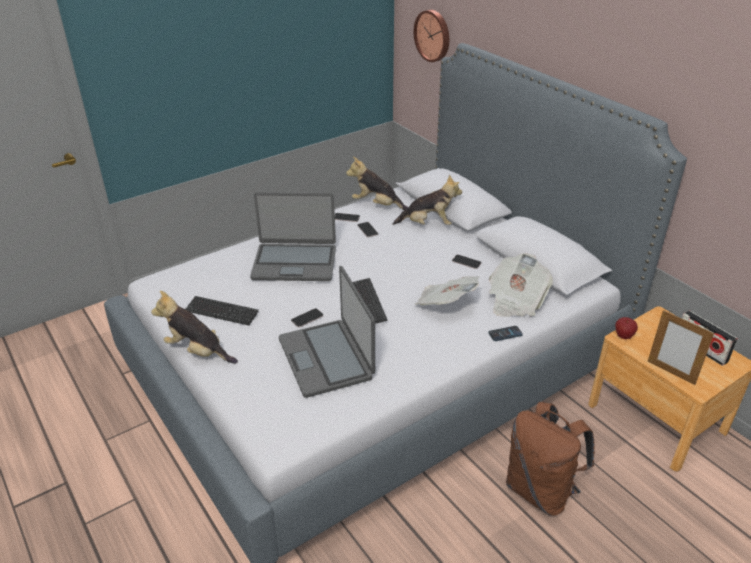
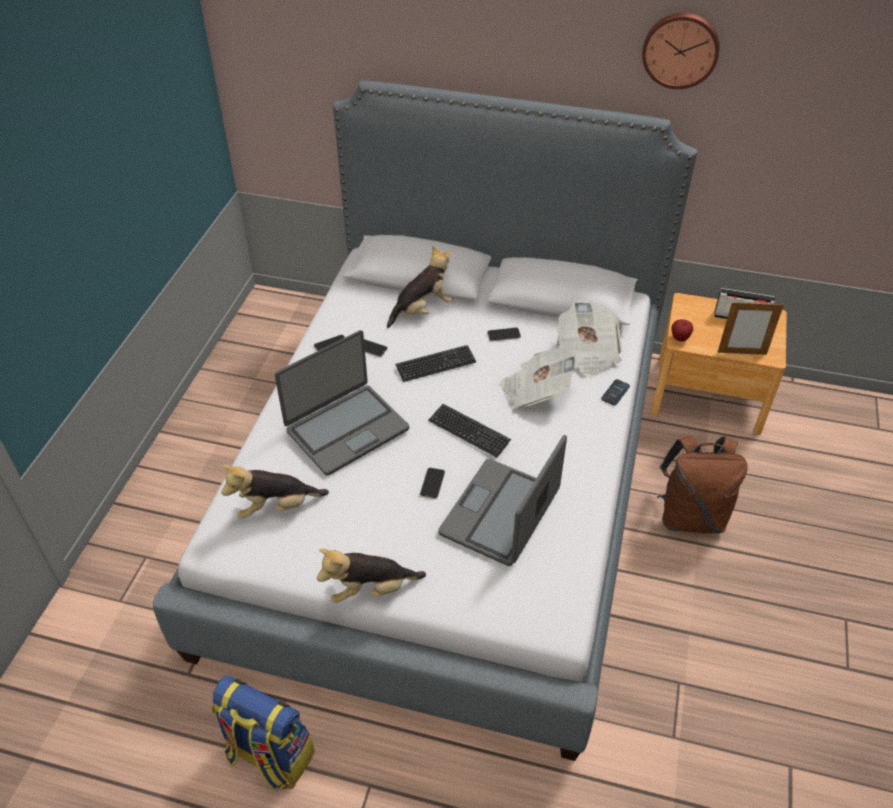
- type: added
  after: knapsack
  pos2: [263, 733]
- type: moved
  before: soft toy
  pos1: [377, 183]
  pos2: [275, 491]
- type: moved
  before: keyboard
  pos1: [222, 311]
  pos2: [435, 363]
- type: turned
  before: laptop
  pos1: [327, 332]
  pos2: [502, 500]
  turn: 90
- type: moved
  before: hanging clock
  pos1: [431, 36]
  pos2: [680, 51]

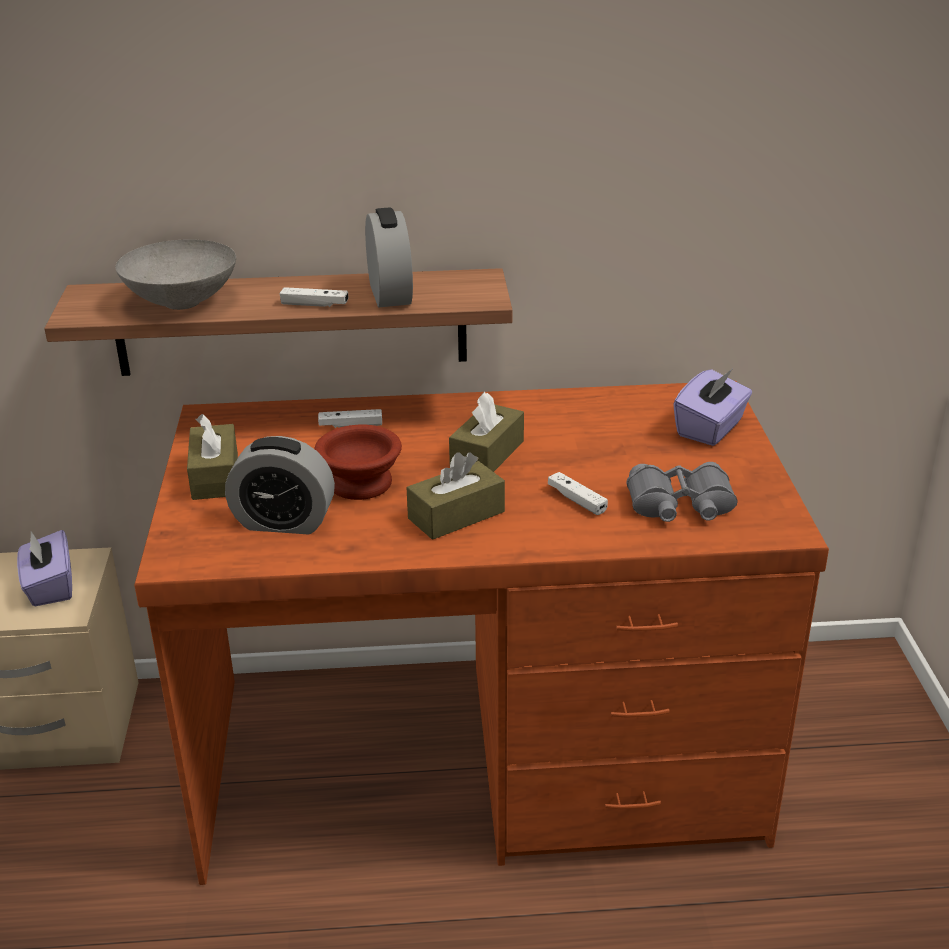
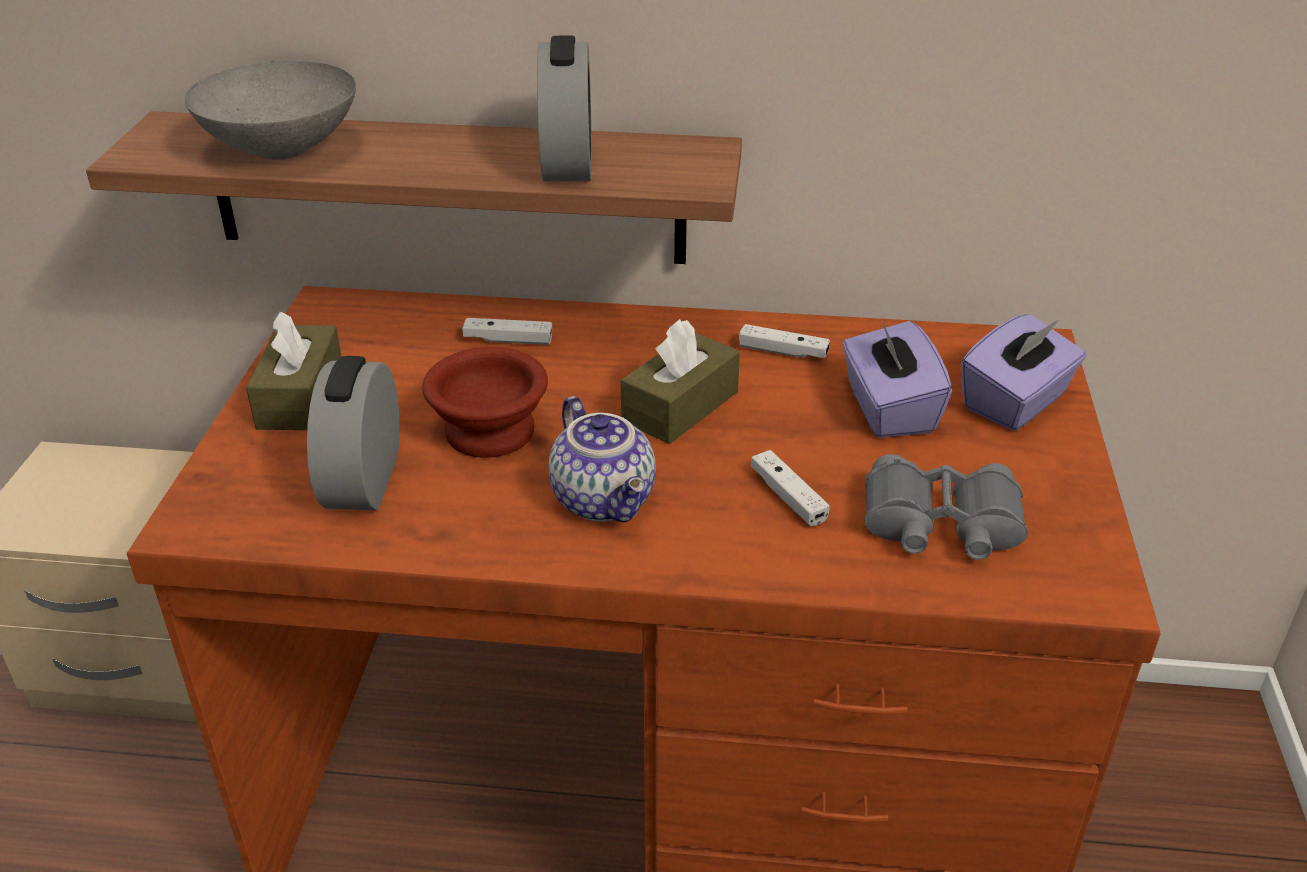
- type: turned
  before: table clock
  pos1: [280, 485]
  pos2: [353, 433]
  turn: 75
- type: replaced
  before: tissue box in brown
  after: tea pot
  pos1: [456, 496]
  pos2: [602, 459]
- type: moved
  before: joypad in whitish
  pos1: [314, 297]
  pos2: [784, 341]
- type: moved
  before: tissue box in purple
  pos1: [44, 568]
  pos2: [897, 377]

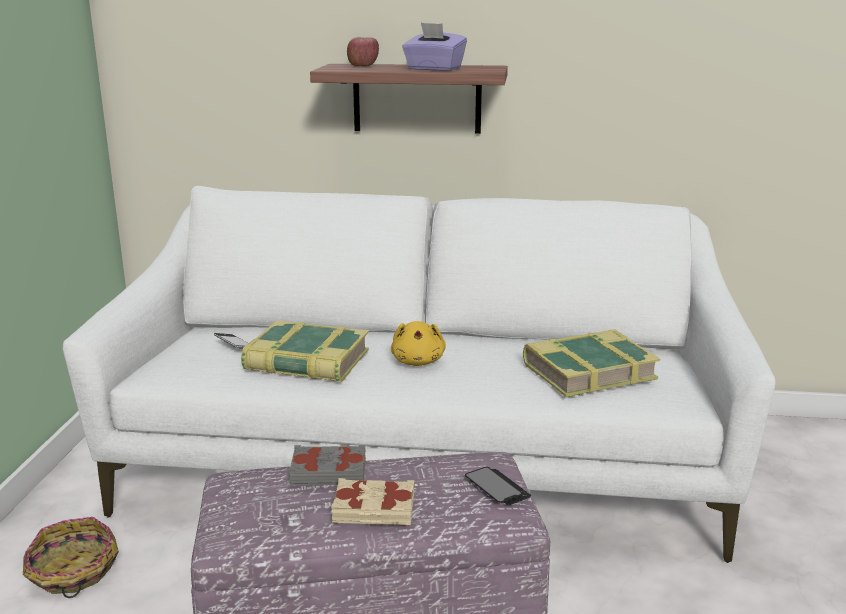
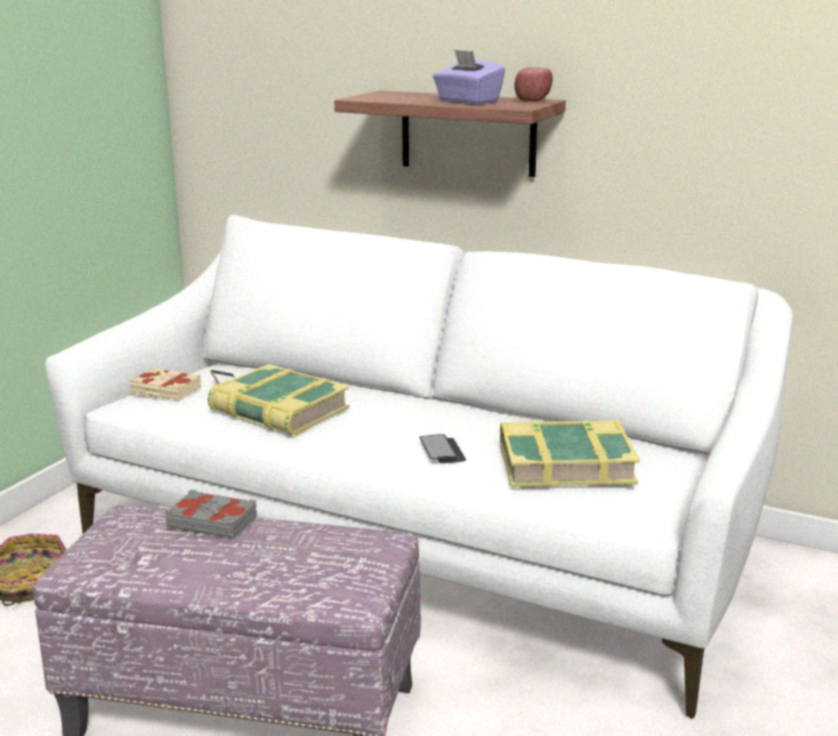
- type: moved
  before: book in beige-coloured
  pos1: [372, 501]
  pos2: [165, 384]
- type: moved
  before: handset
  pos1: [498, 486]
  pos2: [442, 448]
- type: moved
  before: apple fruit
  pos1: [363, 52]
  pos2: [533, 84]
- type: removed
  before: soft toy in yellow-coloured
  pos1: [418, 343]

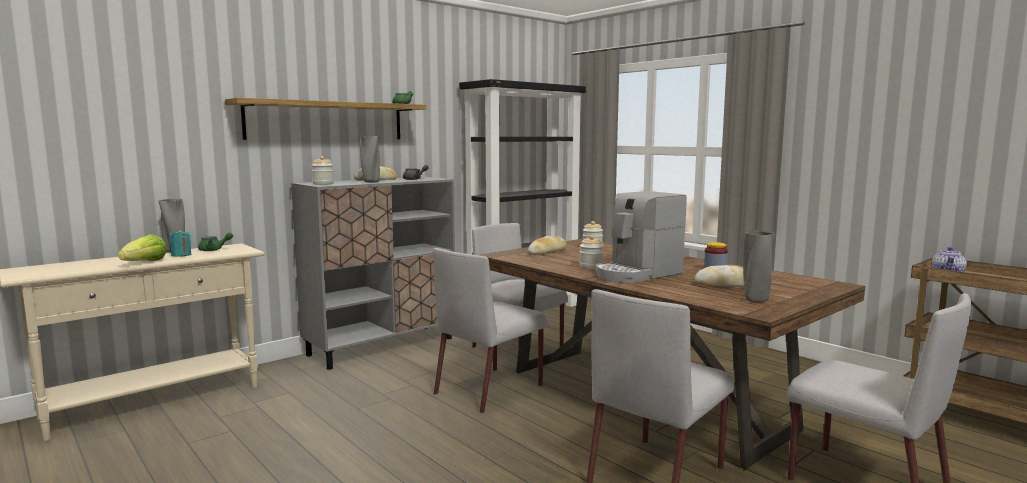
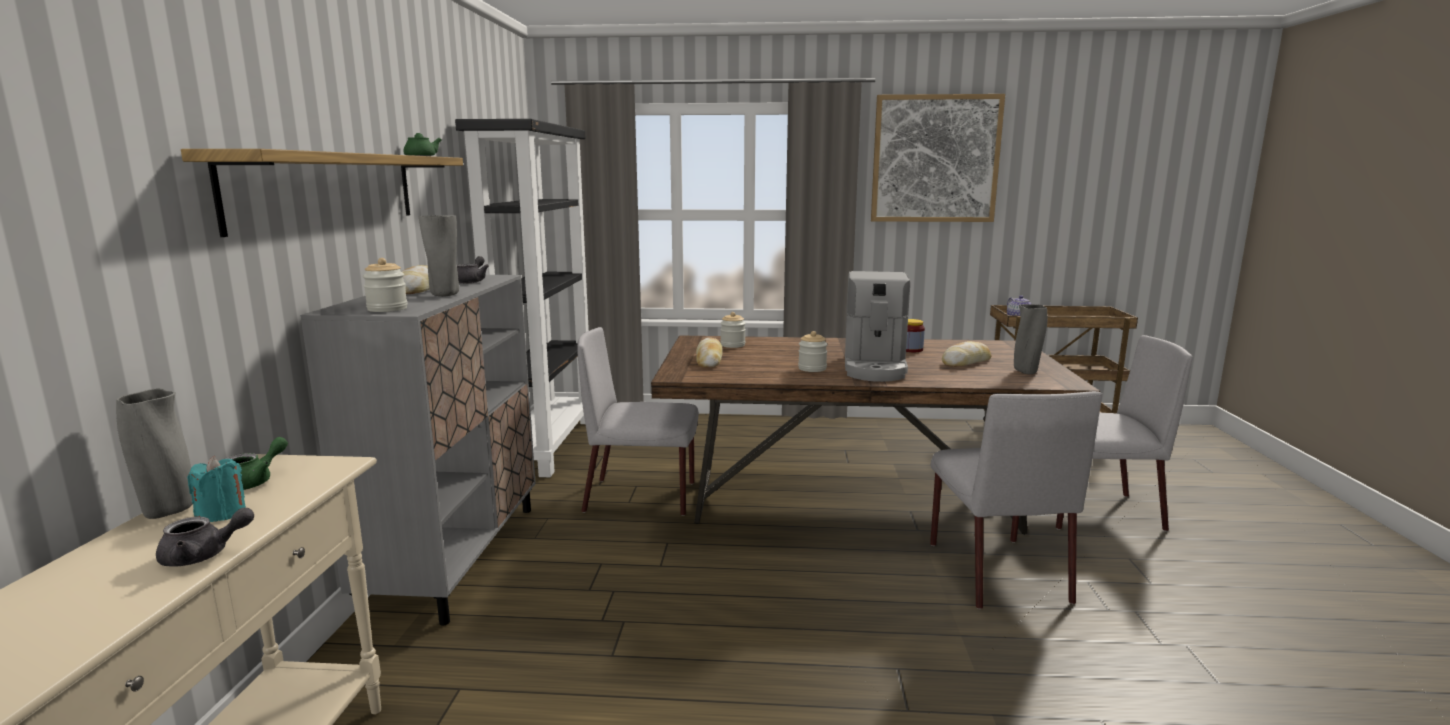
- type: replaced
  before: head of lettuce
  after: tea pot in greyish
  pos1: [142, 247]
  pos2: [205, 537]
- type: added
  after: wall art
  pos2: [938, 158]
- type: removed
  before: plain chair in greyish
  pos1: [490, 331]

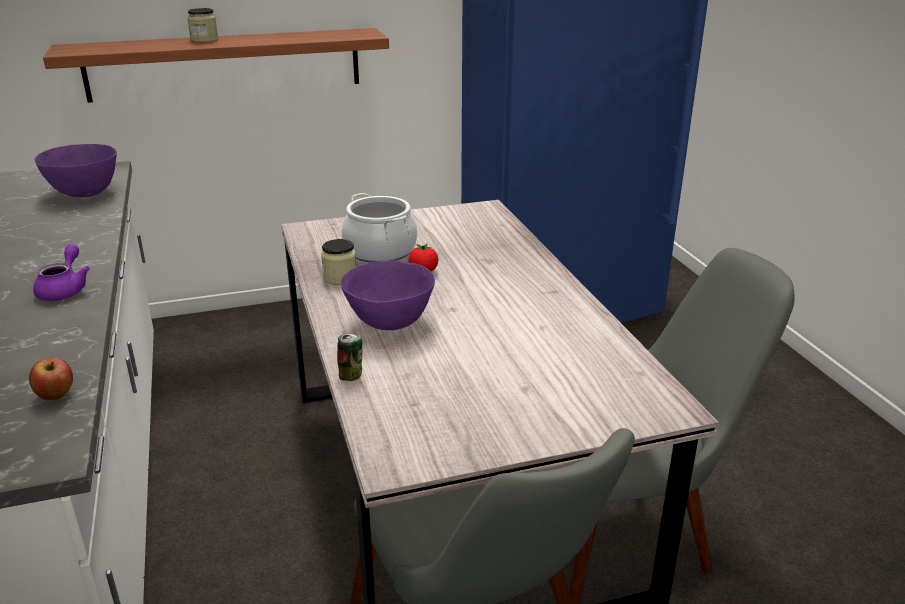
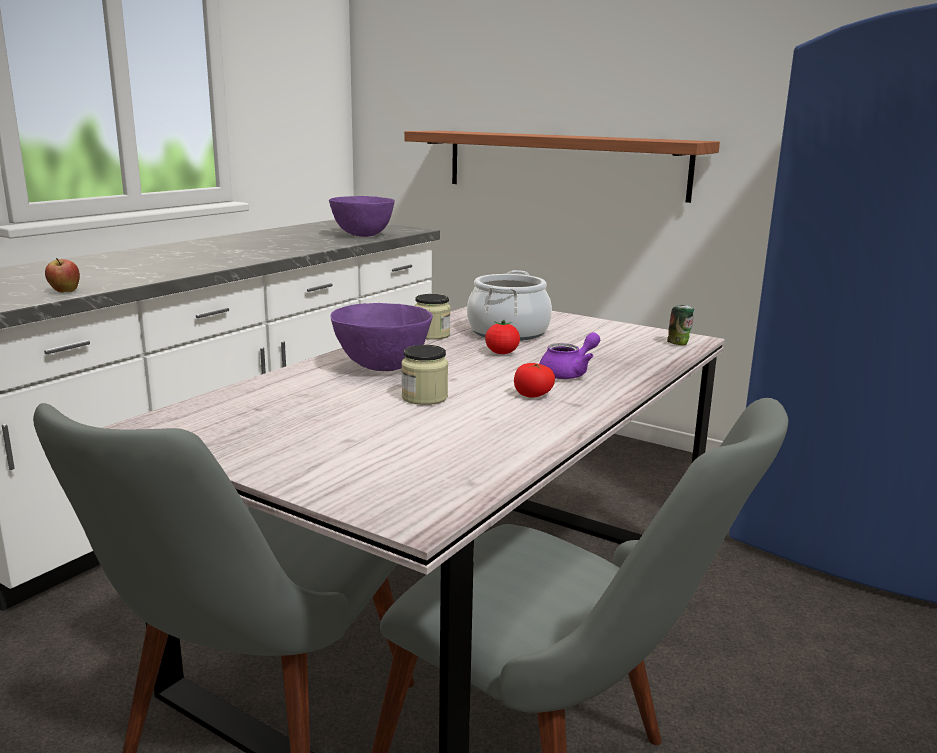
- type: moved
  before: storage jar
  pos1: [202, 25]
  pos2: [424, 375]
- type: added
  after: tomato
  pos2: [534, 380]
- type: moved
  before: tea pot in purple
  pos1: [61, 272]
  pos2: [569, 355]
- type: moved
  before: sealed can
  pos1: [350, 357]
  pos2: [680, 325]

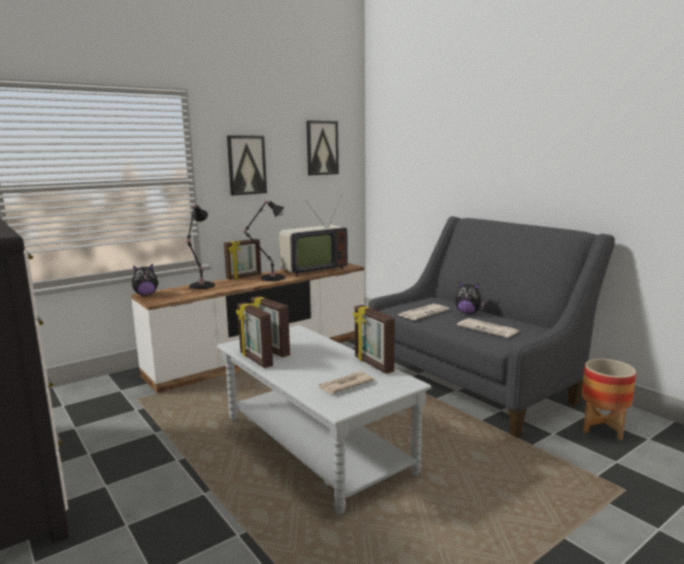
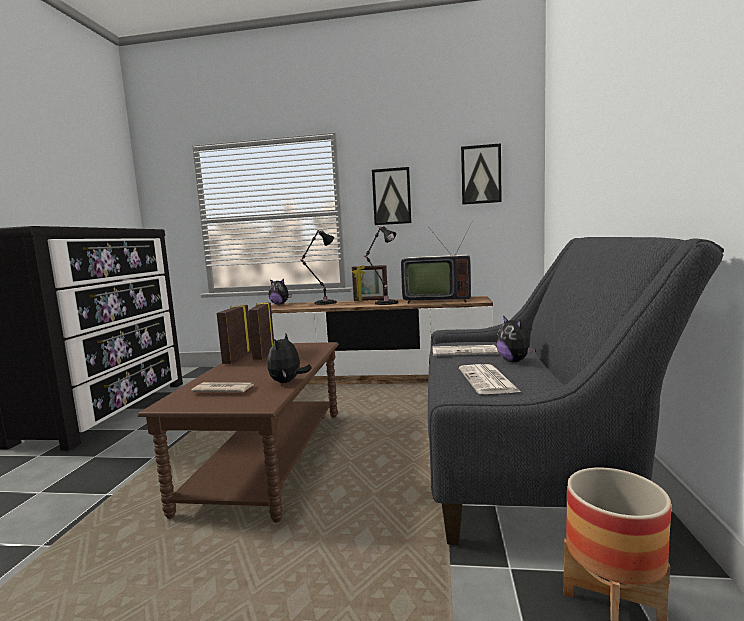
- type: recoloured
  before: lounge table in greyish
  after: lounge table in brown
  pos1: [324, 419]
  pos2: [238, 432]
- type: replaced
  before: picture frame
  after: soft toy
  pos1: [374, 339]
  pos2: [289, 358]

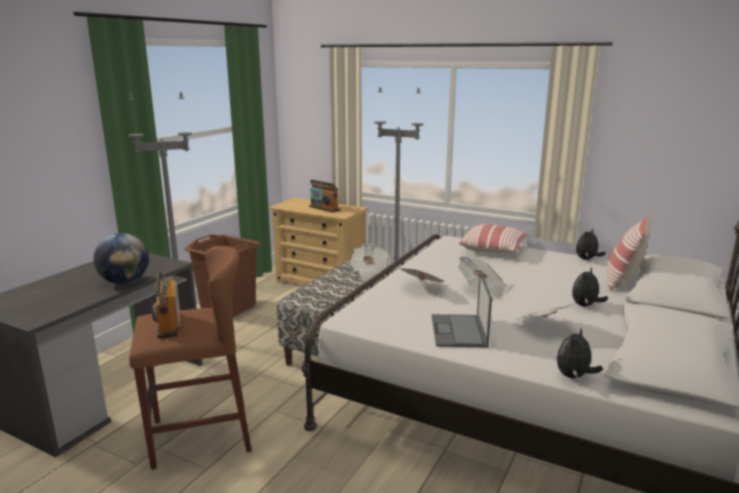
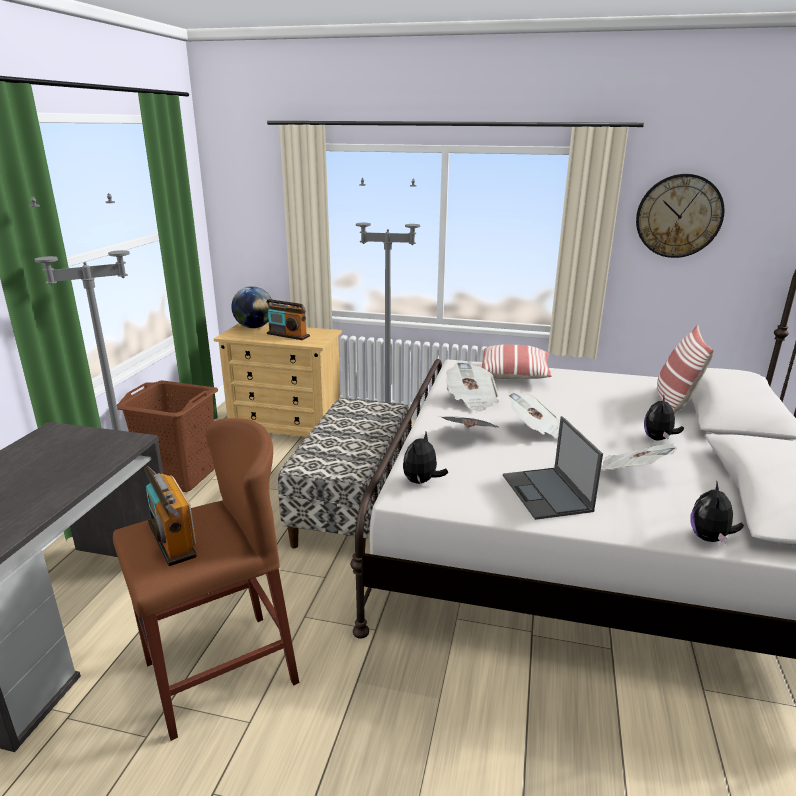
- type: moved
  before: globe
  pos1: [121, 258]
  pos2: [251, 307]
- type: moved
  before: soft toy
  pos1: [590, 244]
  pos2: [425, 458]
- type: moved
  before: newspaper
  pos1: [370, 263]
  pos2: [472, 387]
- type: added
  after: hanging clock
  pos2: [680, 216]

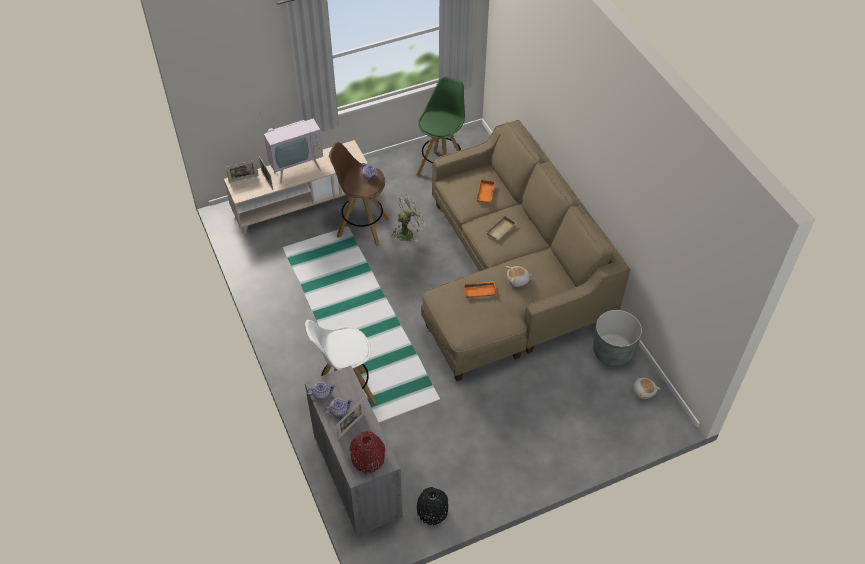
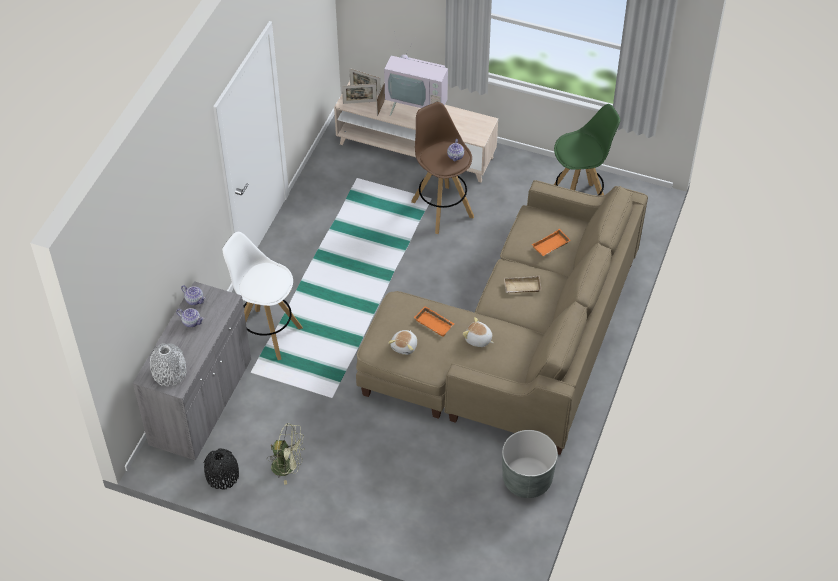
- type: recoloured
  before: decorative vase in reddish
  after: decorative vase in greyish
  pos1: [367, 452]
  pos2: [168, 364]
- type: moved
  before: electric fan in greenish
  pos1: [408, 218]
  pos2: [285, 454]
- type: moved
  before: picture frame
  pos1: [350, 419]
  pos2: [359, 94]
- type: moved
  before: soft toy
  pos1: [646, 388]
  pos2: [402, 342]

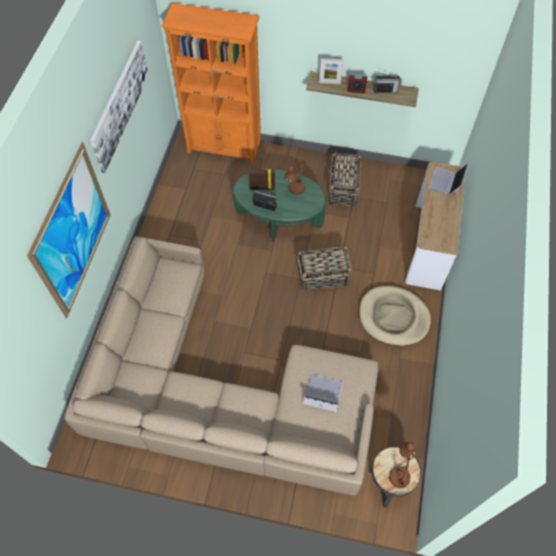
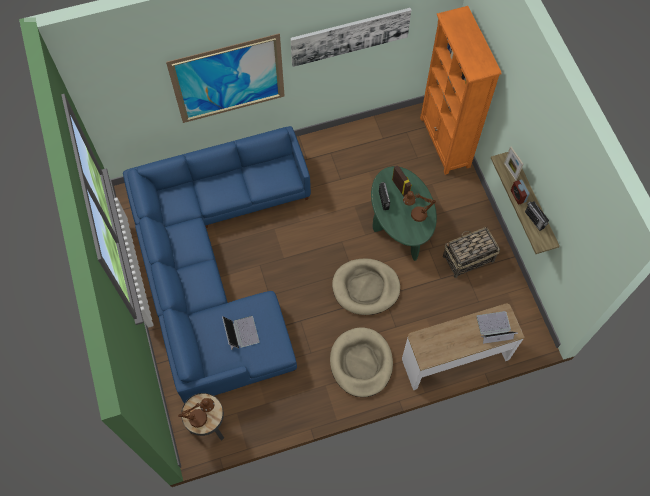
- type: recoloured
  before: sofa in beige-coloured
  after: sofa in blue-coloured
  pos1: [221, 366]
  pos2: [217, 264]
- type: replaced
  before: basket
  after: pet bed in beige-coloured
  pos1: [325, 269]
  pos2: [366, 287]

